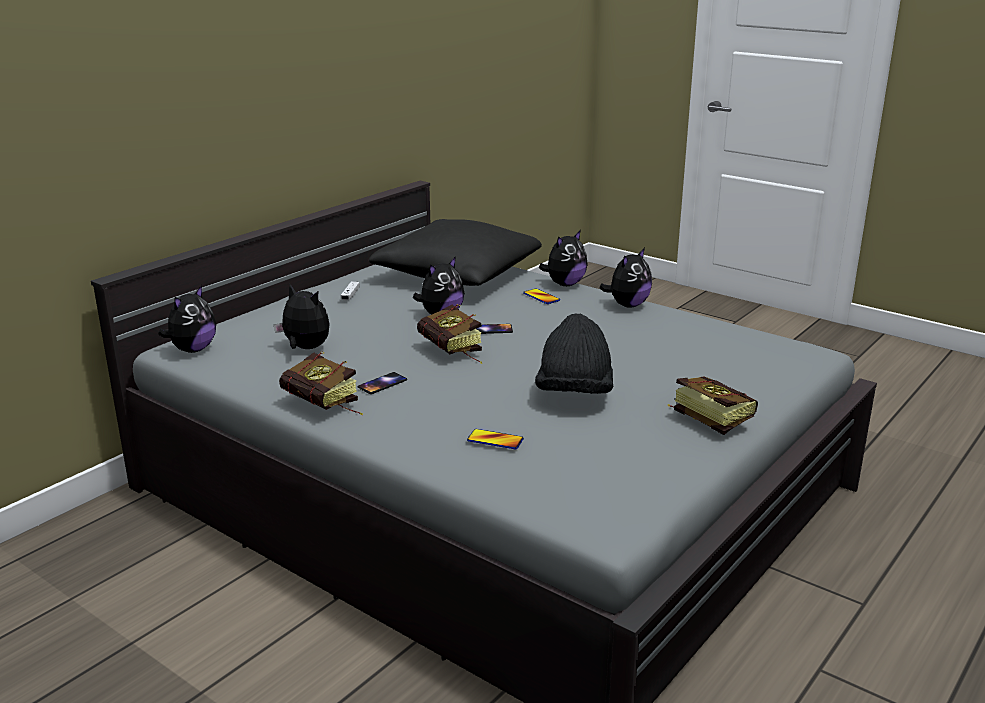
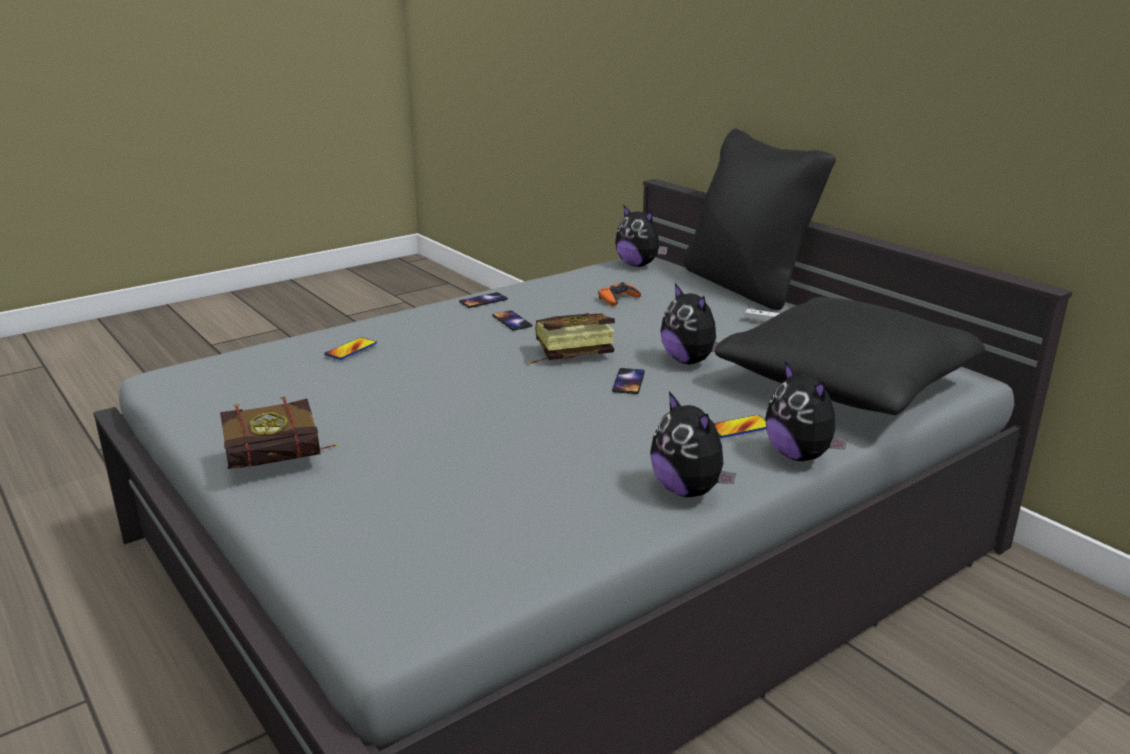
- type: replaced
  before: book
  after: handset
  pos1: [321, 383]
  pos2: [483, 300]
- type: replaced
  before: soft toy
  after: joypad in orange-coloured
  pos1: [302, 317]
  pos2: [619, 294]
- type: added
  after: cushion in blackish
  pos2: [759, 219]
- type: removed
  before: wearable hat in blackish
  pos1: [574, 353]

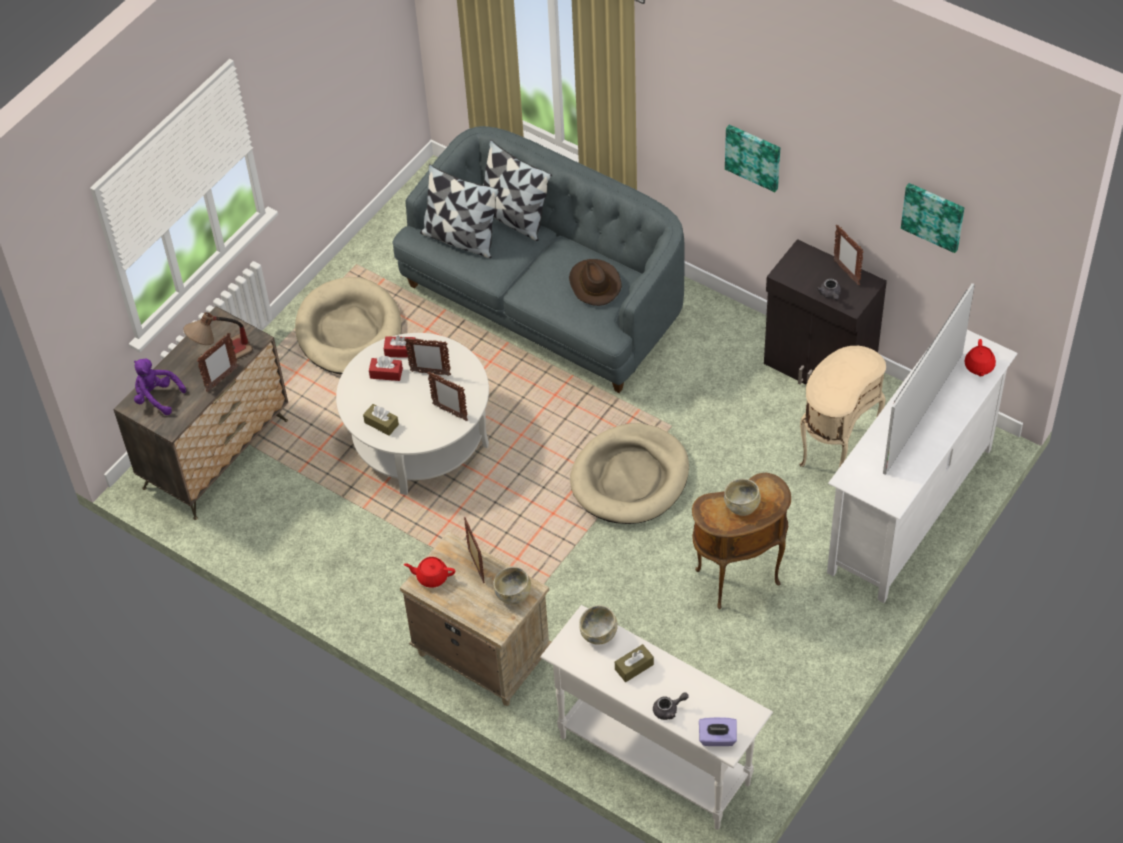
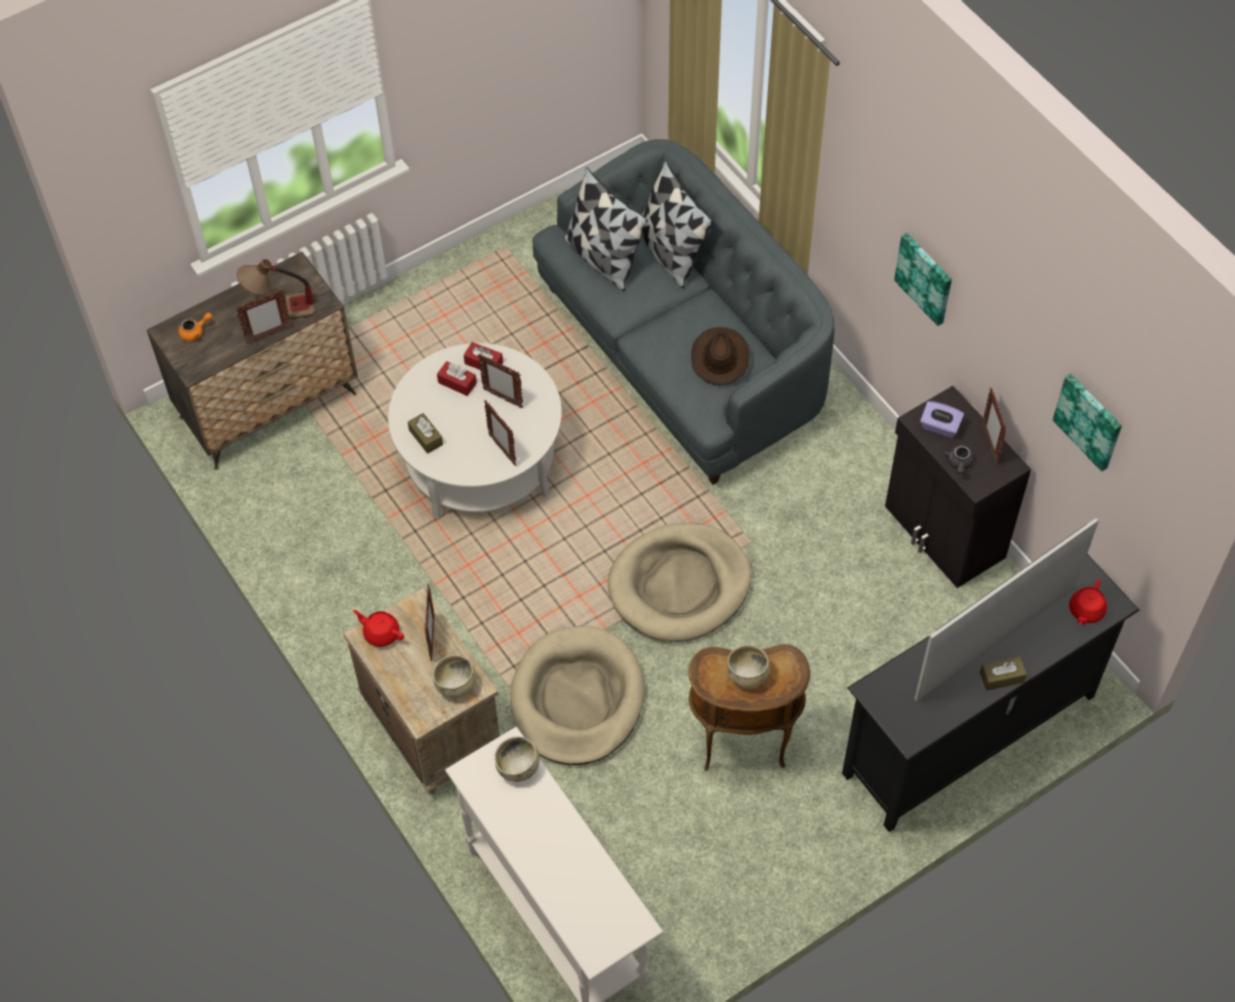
- type: replaced
  before: soft toy in purple
  after: tea pot in orange-coloured
  pos1: [160, 387]
  pos2: [195, 327]
- type: moved
  before: pet bed in beige-coloured
  pos1: [348, 325]
  pos2: [577, 695]
- type: recoloured
  before: media console in whitish
  after: media console in blackish
  pos1: [922, 466]
  pos2: [991, 693]
- type: moved
  before: tissue box in purple
  pos1: [718, 731]
  pos2: [942, 419]
- type: moved
  before: tissue box in brown
  pos1: [634, 663]
  pos2: [1003, 673]
- type: removed
  before: tea pot in greyish
  pos1: [671, 706]
- type: removed
  before: side table in beige-coloured
  pos1: [842, 407]

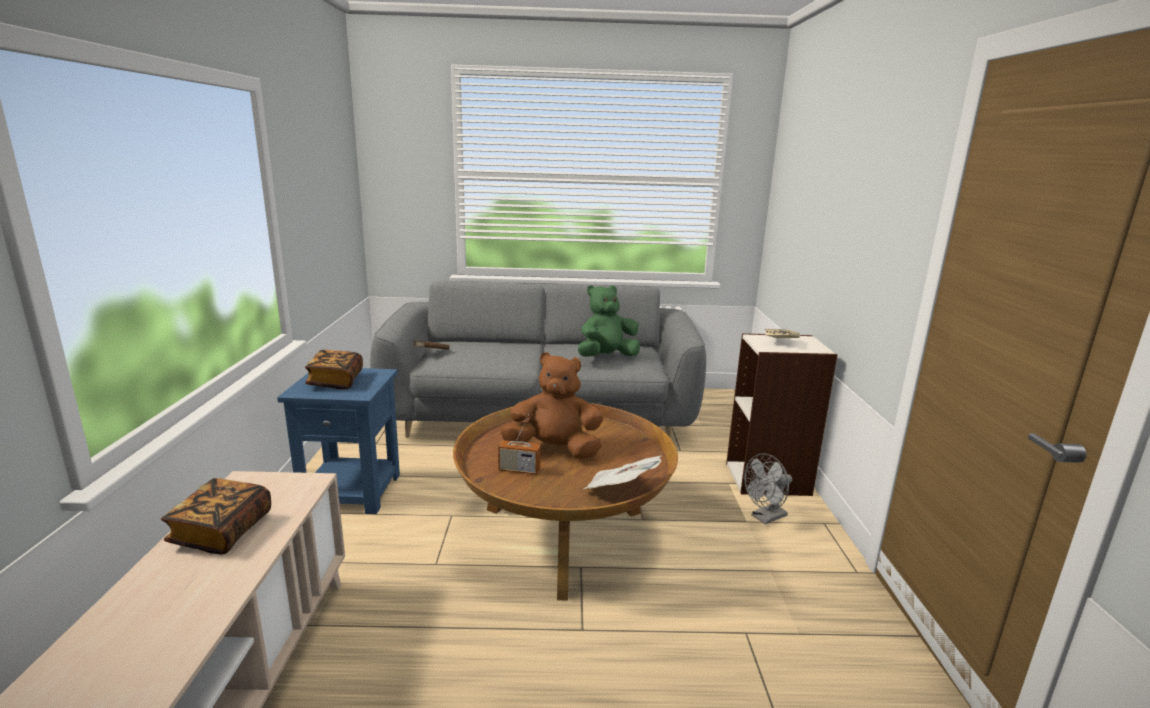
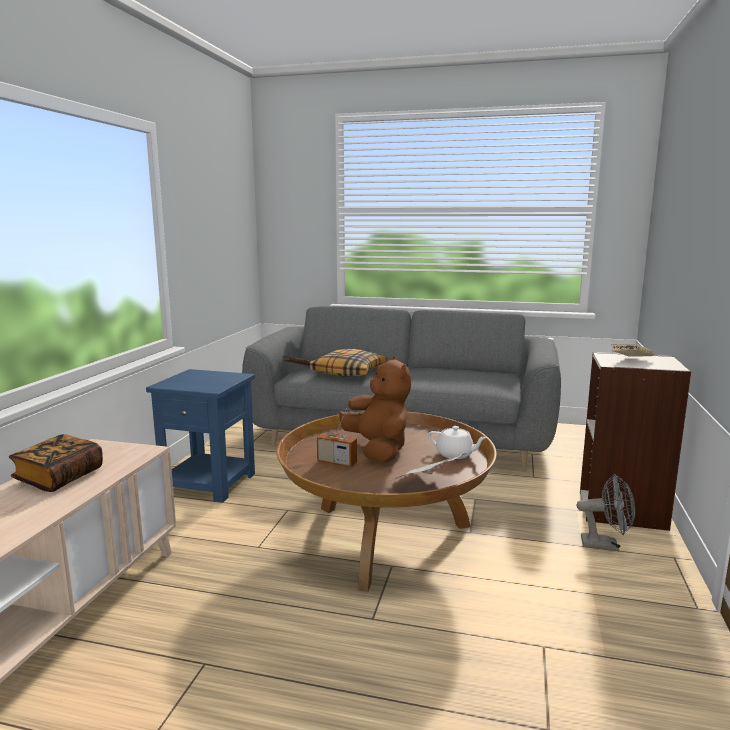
- type: added
  after: cushion
  pos2: [347, 363]
- type: turned
  before: soft toy in brown
  pos1: [551, 405]
  pos2: [375, 409]
  turn: 45
- type: added
  after: tea pot in whitish
  pos2: [457, 442]
- type: turned
  before: electric fan in greyish
  pos1: [768, 488]
  pos2: [606, 512]
  turn: -150
- type: removed
  before: book
  pos1: [334, 369]
- type: removed
  before: soft toy in greenish
  pos1: [609, 320]

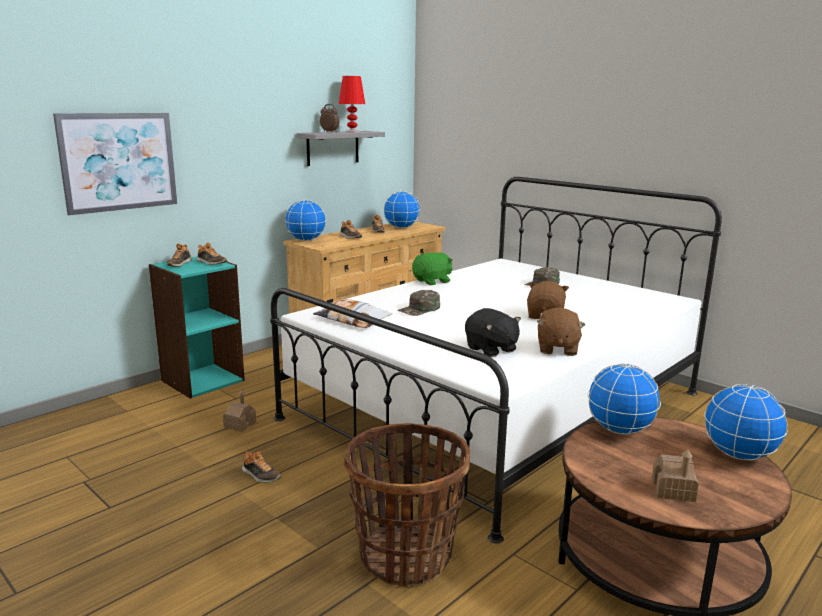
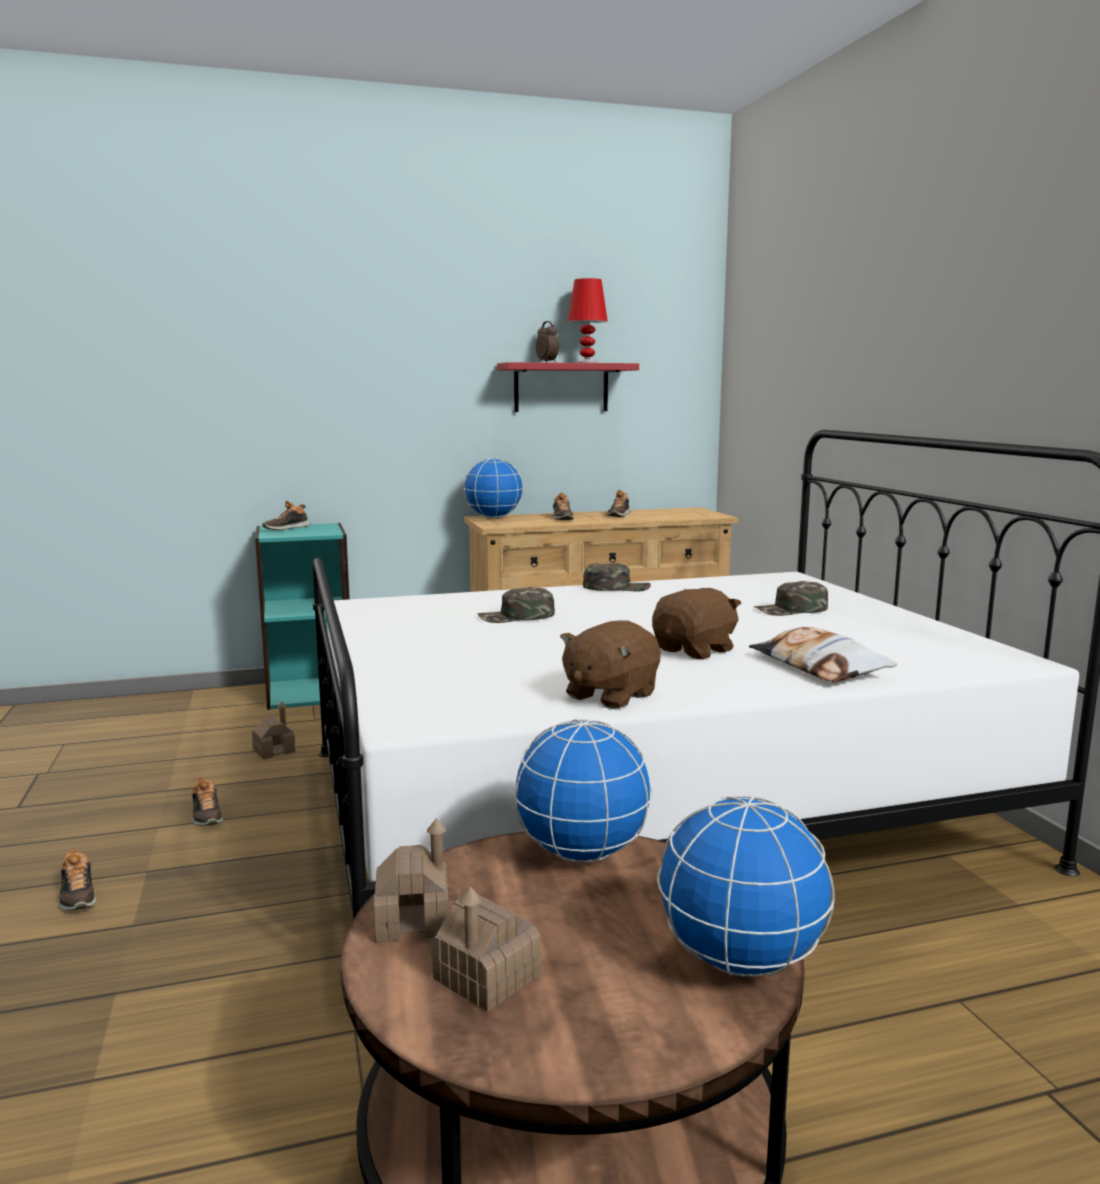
- type: moved
  before: low shoe
  pos1: [211, 253]
  pos2: [77, 879]
- type: added
  after: miniature house
  pos2: [411, 880]
- type: recoloured
  before: wall shelf in greyish
  after: wall shelf in reddish
  pos1: [340, 148]
  pos2: [568, 387]
- type: replaced
  before: soft toy in greenish
  after: peaked cap in greenish
  pos1: [432, 268]
  pos2: [617, 577]
- type: moved
  before: cushion
  pos1: [352, 313]
  pos2: [823, 654]
- type: removed
  before: wall art
  pos1: [115, 164]
- type: removed
  before: basket
  pos1: [407, 505]
- type: removed
  before: globe
  pos1: [401, 209]
- type: removed
  before: soft toy in blackish
  pos1: [493, 332]

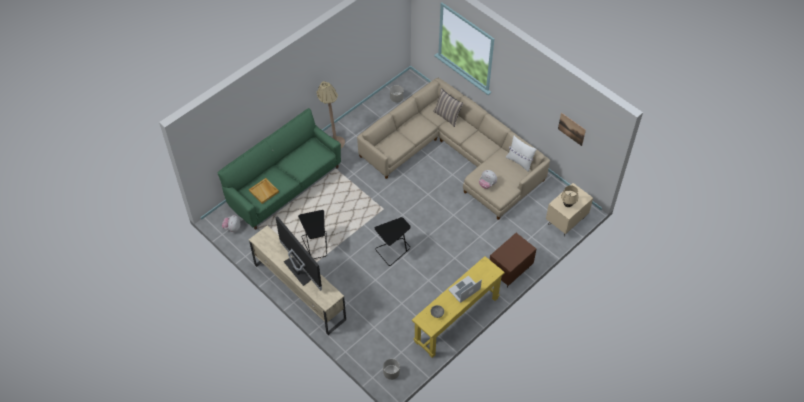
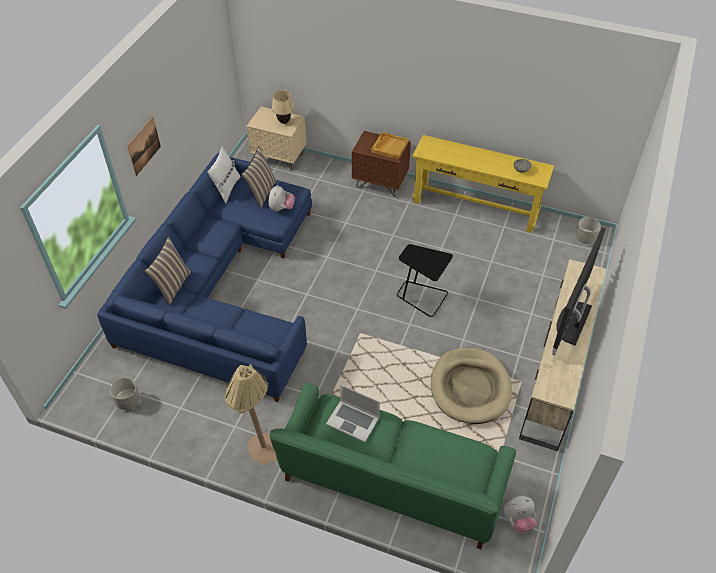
- type: recoloured
  before: sofa in beige-coloured
  after: sofa in blue-coloured
  pos1: [453, 149]
  pos2: [204, 277]
- type: moved
  before: wall art
  pos1: [572, 129]
  pos2: [144, 146]
- type: added
  after: cushion
  pos2: [259, 178]
- type: moved
  before: laptop
  pos1: [465, 289]
  pos2: [353, 413]
- type: moved
  before: tray in beige-coloured
  pos1: [264, 191]
  pos2: [390, 146]
- type: replaced
  before: side table in blackish
  after: pet bed in beige-coloured
  pos1: [312, 234]
  pos2: [471, 386]

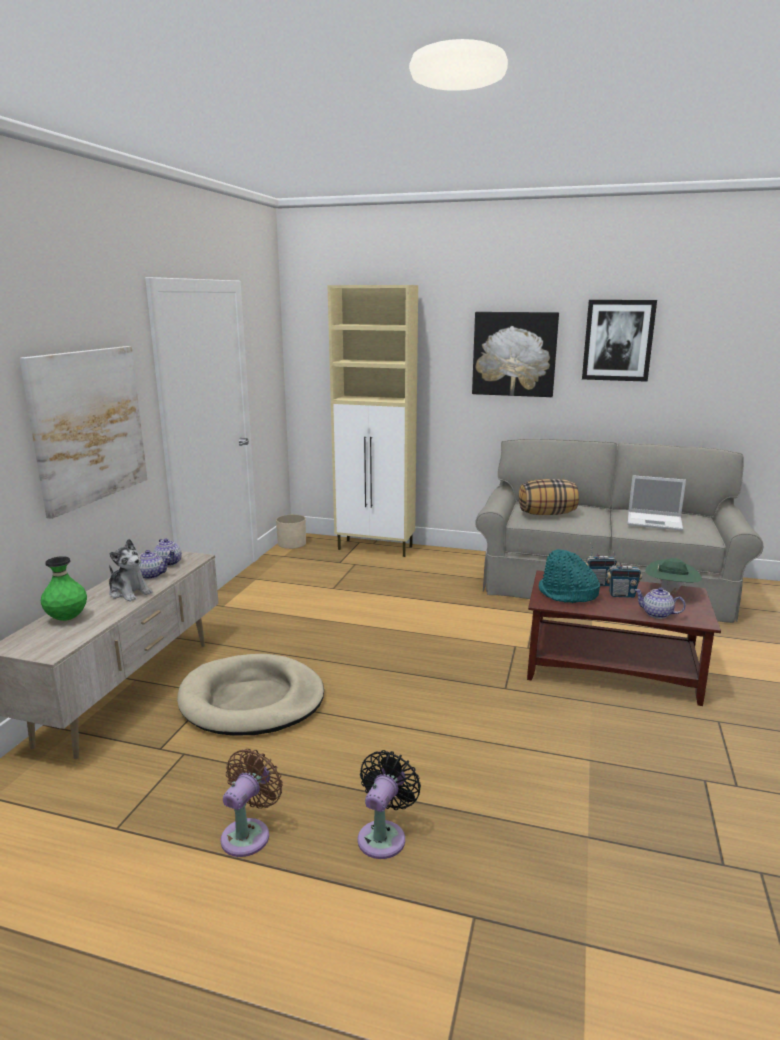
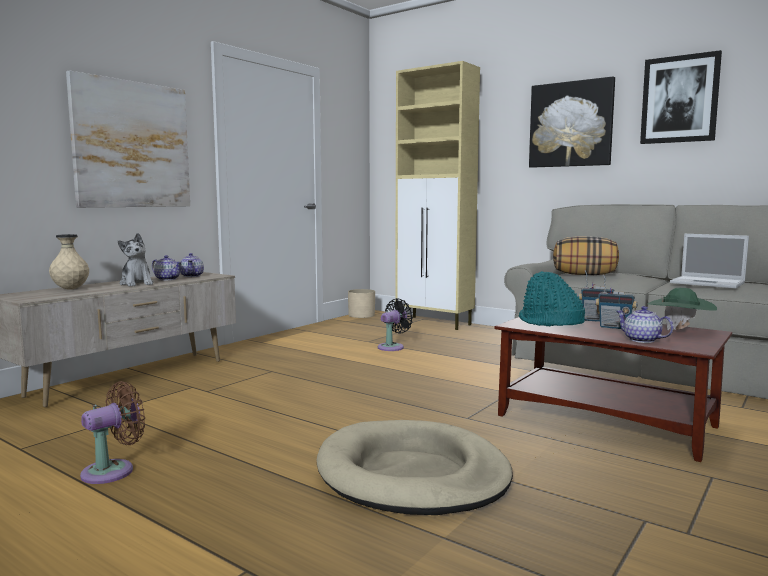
- type: recoloured
  before: decorative vase in greenish
  after: decorative vase in beige-coloured
  pos1: [64, 588]
  pos2: [69, 262]
- type: moved
  before: pet bed in beige-coloured
  pos1: [250, 694]
  pos2: [415, 467]
- type: moved
  before: electric fan in blackish
  pos1: [389, 804]
  pos2: [395, 324]

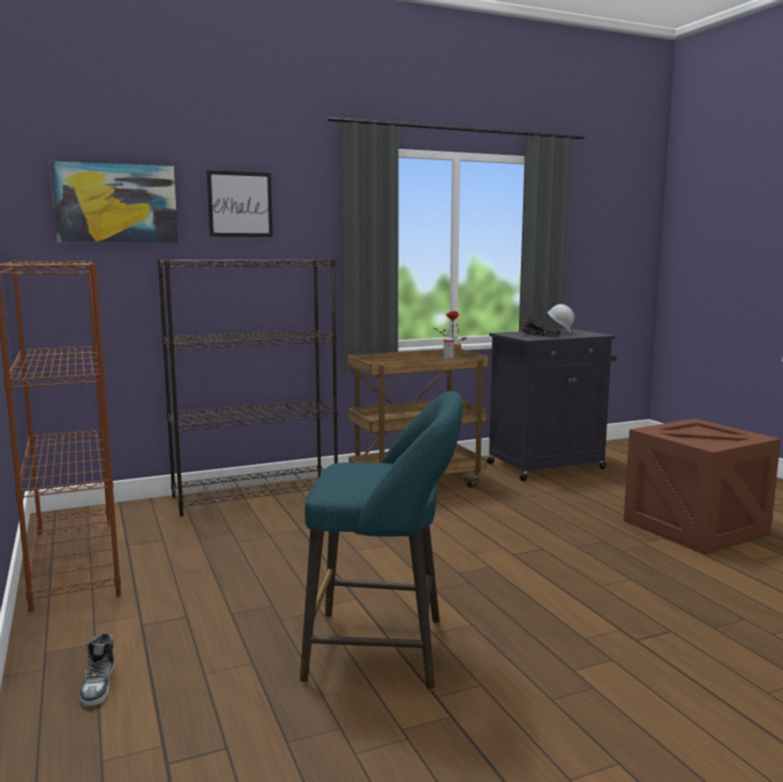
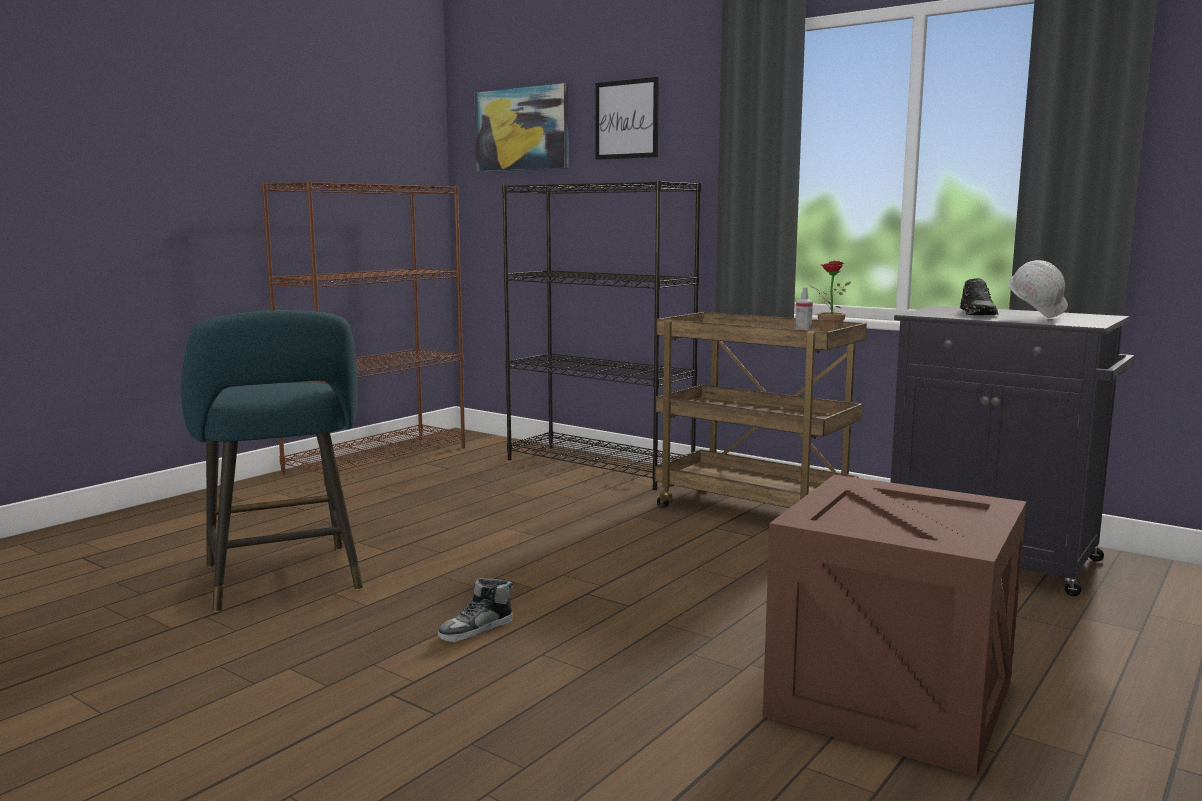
- type: moved
  before: low shoe
  pos1: [97, 669]
  pos2: [476, 610]

